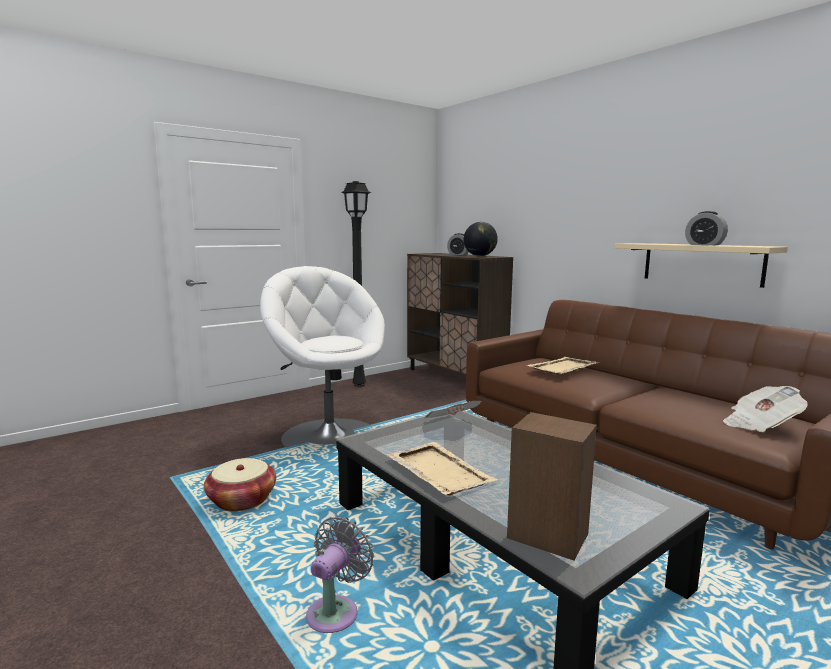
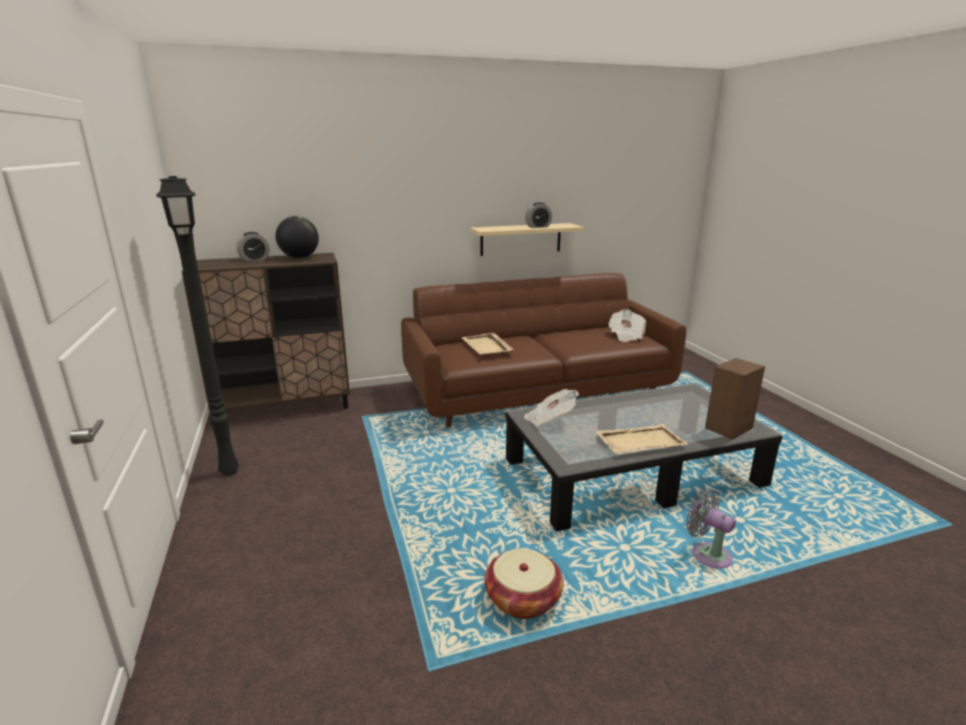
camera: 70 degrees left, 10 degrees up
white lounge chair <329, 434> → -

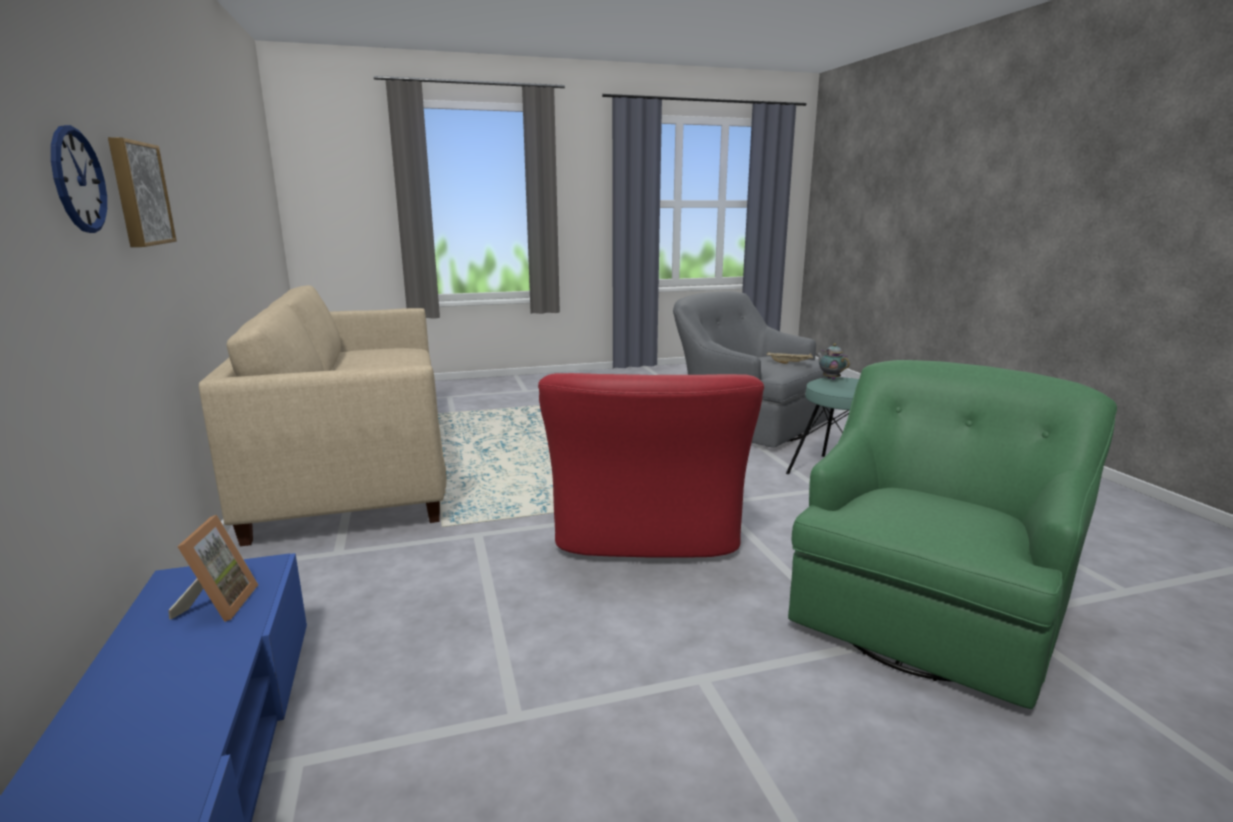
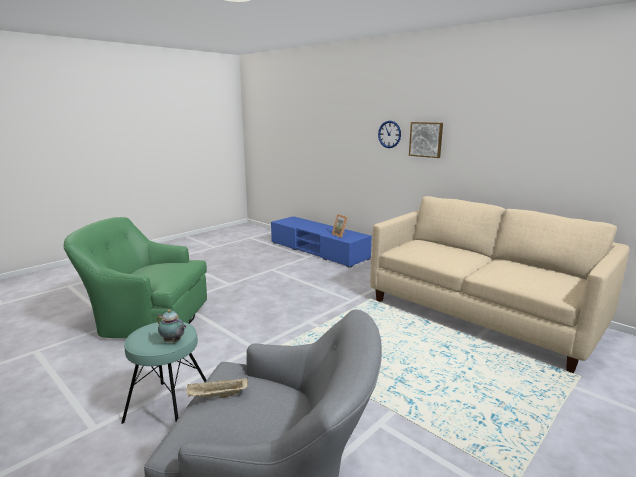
camera: 150 degrees right, 0 degrees up
green lounge chair <928, 610> → green lounge chair <146, 318>, 90 degrees clockwise
red-coloured lounge chair <646, 534> → -

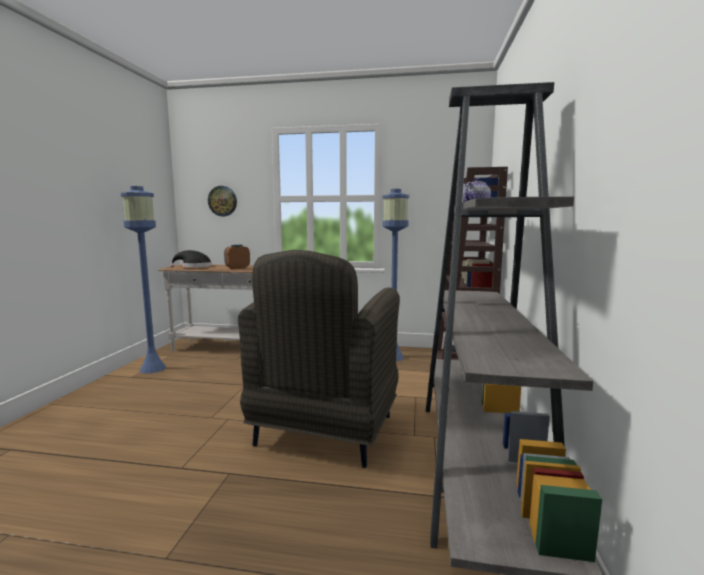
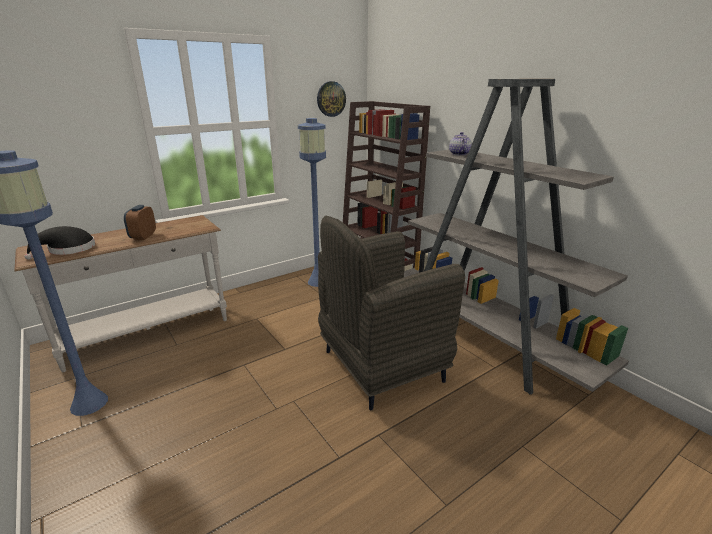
camera: 45 degrees left, 15 degrees up
hanging clock <222, 201> → hanging clock <331, 99>, relocated
gray lounge chair <324, 432> → gray lounge chair <380, 367>, 90 degrees clockwise

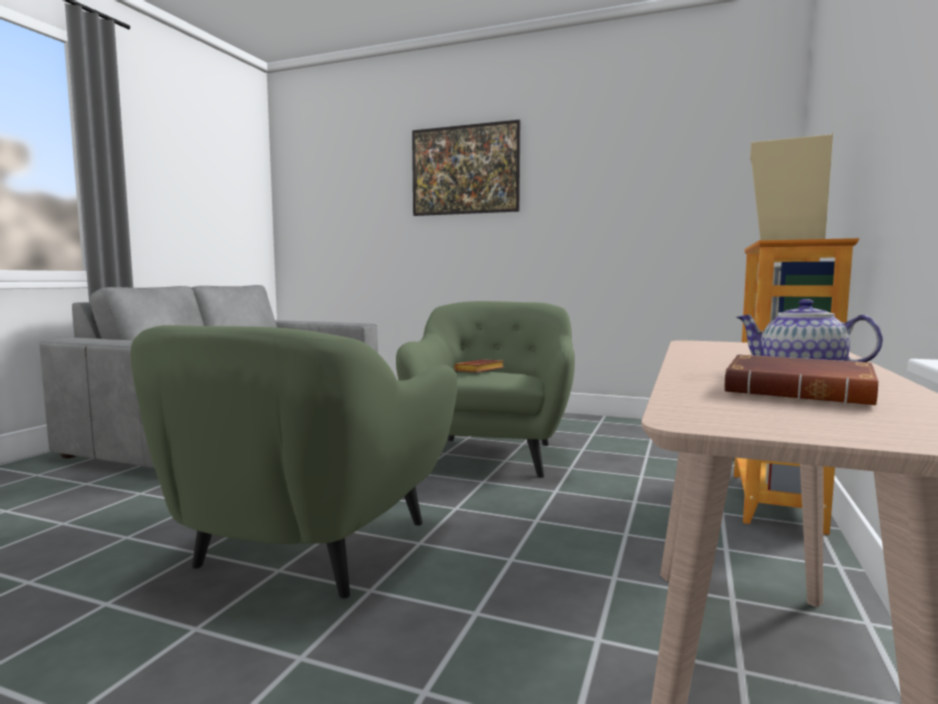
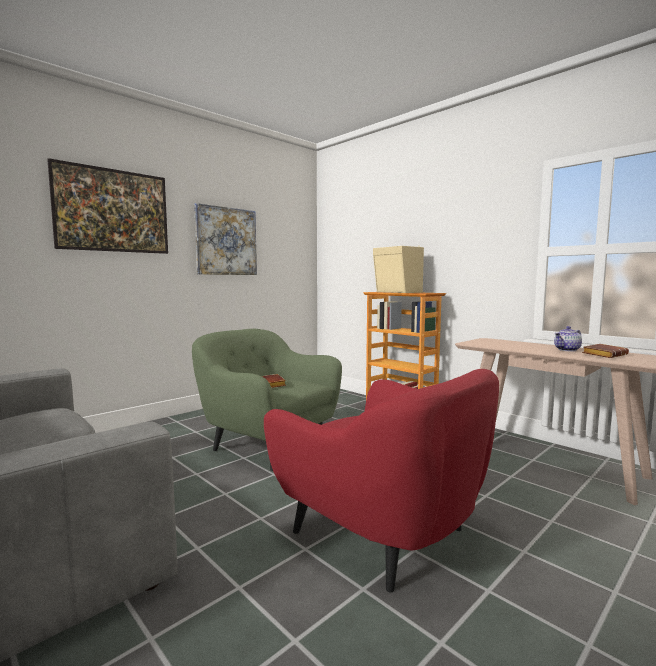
camera: 65 degrees left, 0 degrees up
green lounge chair <311, 547> → red-coloured lounge chair <382, 533>
- → wall picture <226, 241>

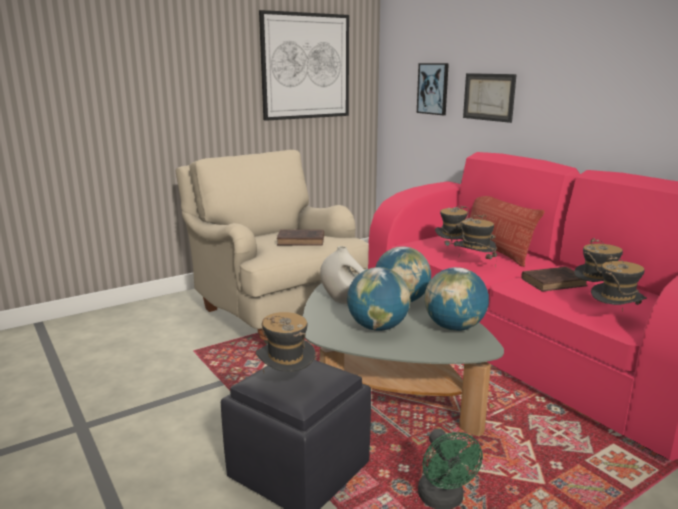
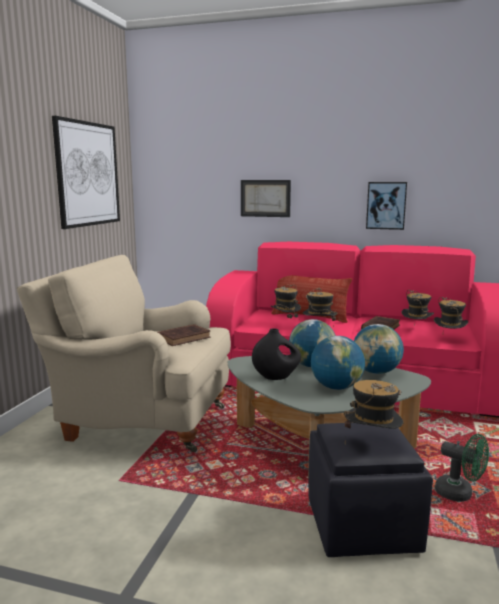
camera: 40 degrees left, 5 degrees down
wall picture <433, 88> → wall picture <386, 205>, relocated
white decorative vase <345, 300> → black decorative vase <276, 377>

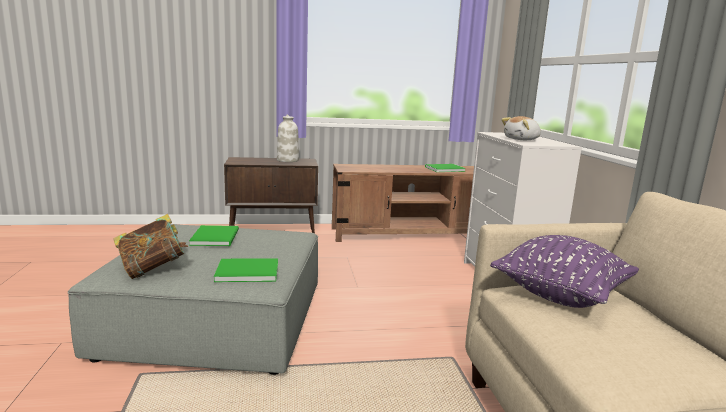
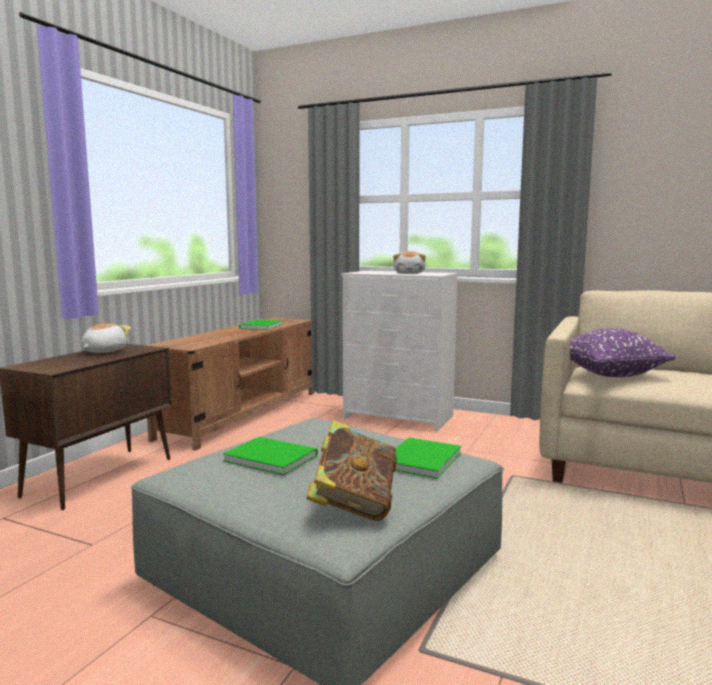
camera: 55 degrees left, 5 degrees down
white decorative vase <287, 160> → soft toy <103, 351>

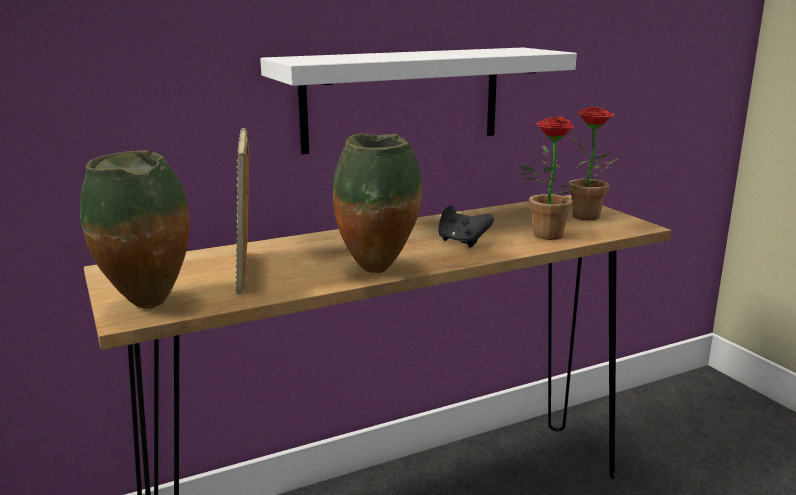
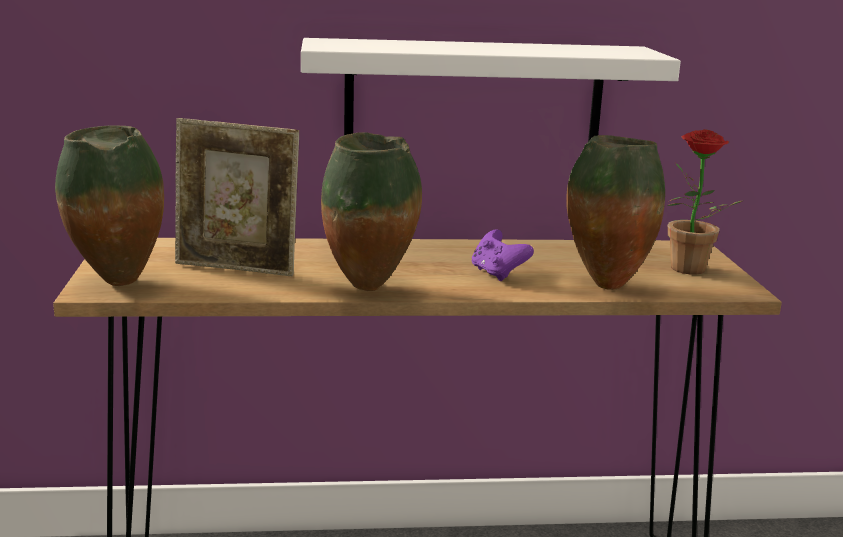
camera: 20 degrees right, 0 degrees up
plant in a pot <546, 237> → decorative vase <605, 284>
picture frame <246, 273> → picture frame <237, 268>, 90 degrees counterclockwise
black game controller <462, 242> → purple game controller <497, 274>

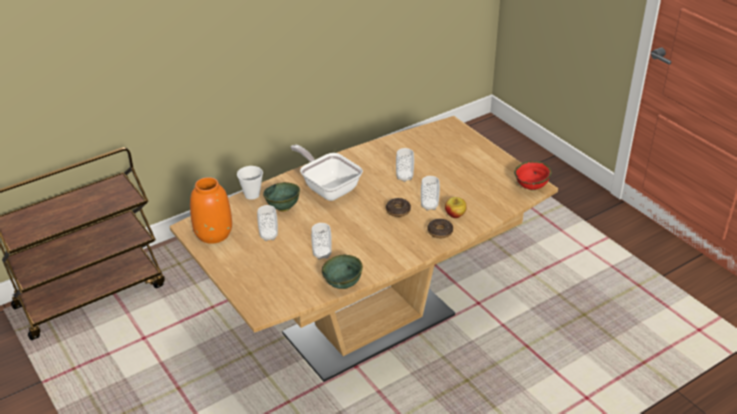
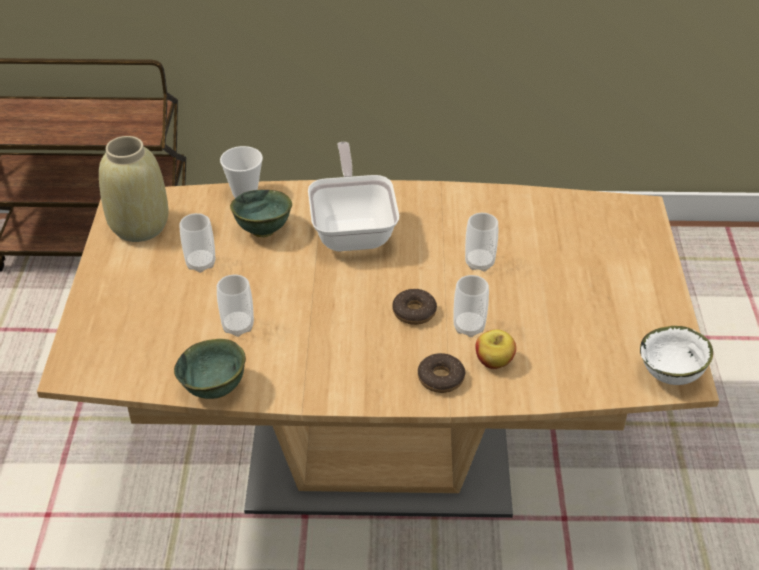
camera: 35 degrees right, 5 degrees up
red-coloured serving bowl <532, 187> → white serving bowl <671, 377>
orange-coloured decorative vase <213, 233> → sand-coloured decorative vase <140, 226>

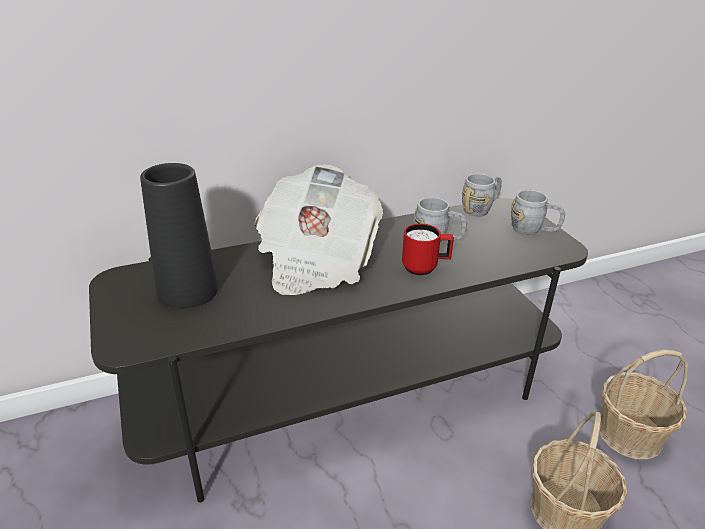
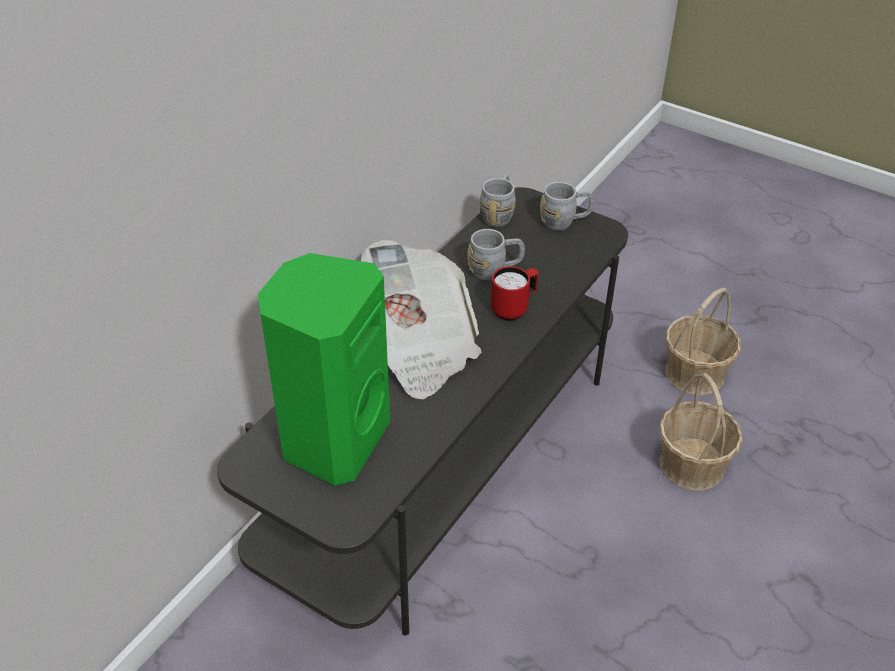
camera: 35 degrees left, 10 degrees up
black decorative vase <187, 290> → green speaker <332, 440>

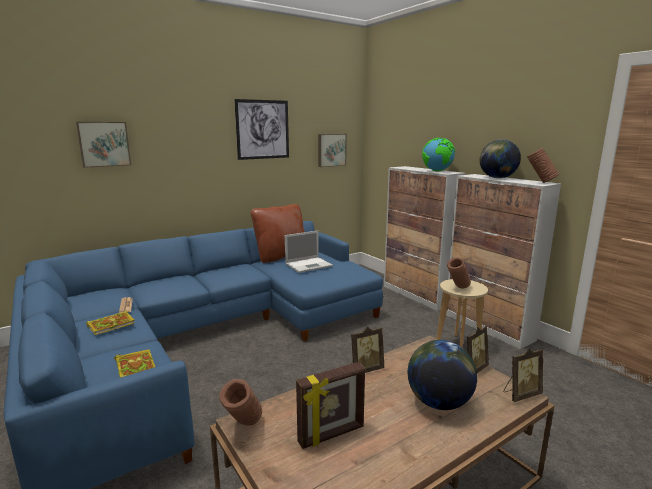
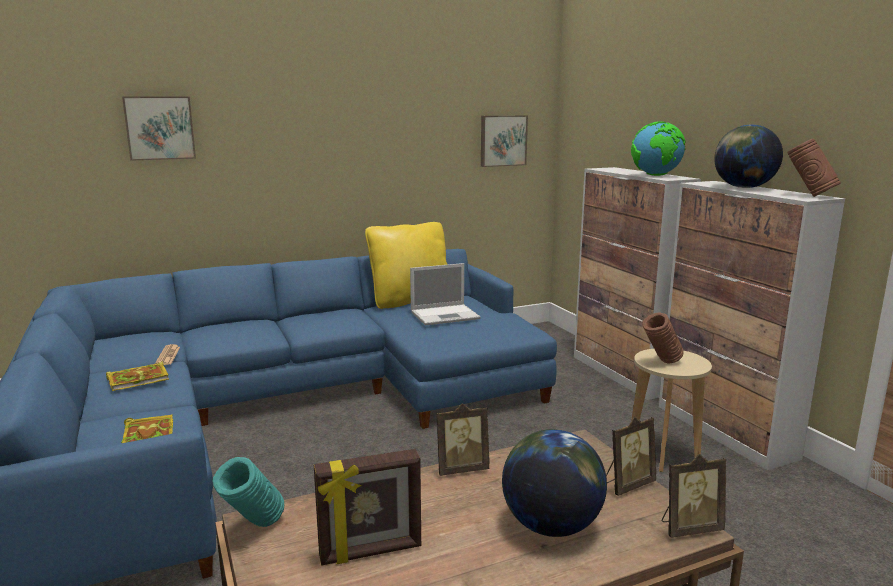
camera: 10 degrees right, 0 degrees up
wall picture <262, 129> → -
brown-coloured cushion <281, 256> → yellow-coloured cushion <410, 301>
brown-coloured decorative vase <243, 428> → blue-green decorative vase <254, 529>

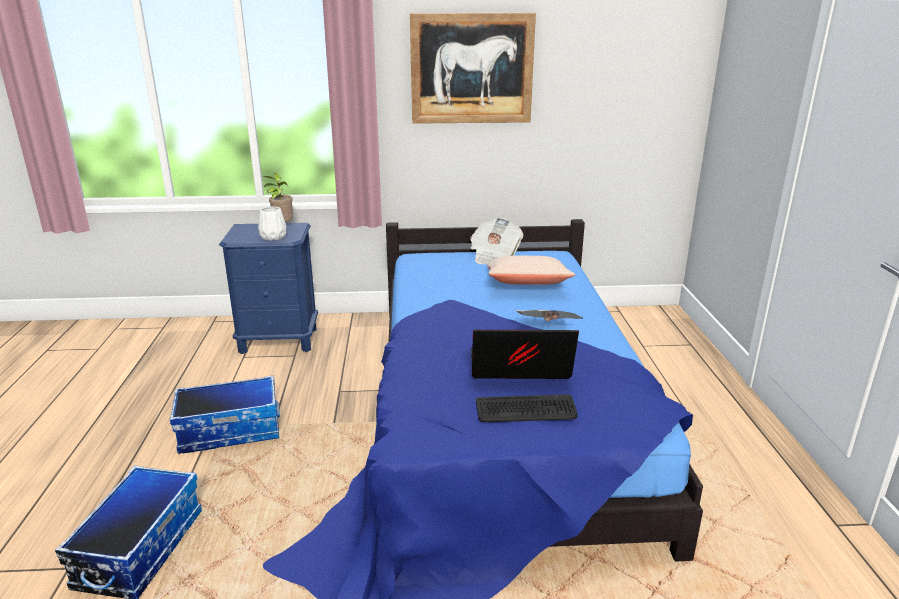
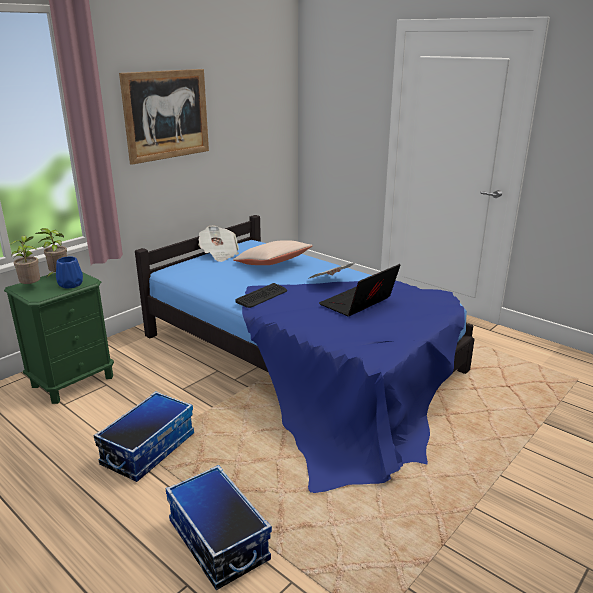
camera: 45 degrees left, 0 degrees up
white decorative vase <273, 237> → blue-coloured decorative vase <70, 284>
blue-coloured night table <279, 340> → green night table <73, 381>
PC keyboard <526, 410> → PC keyboard <262, 296>, relocated
- → plant in a pot <32, 287>

